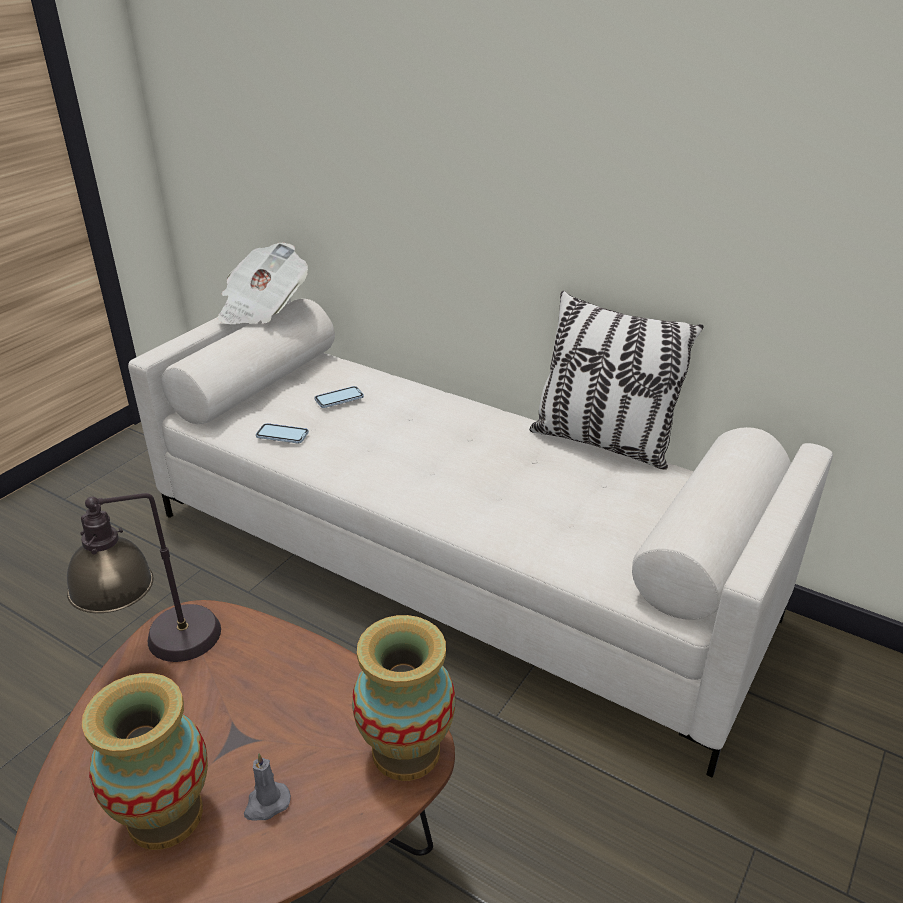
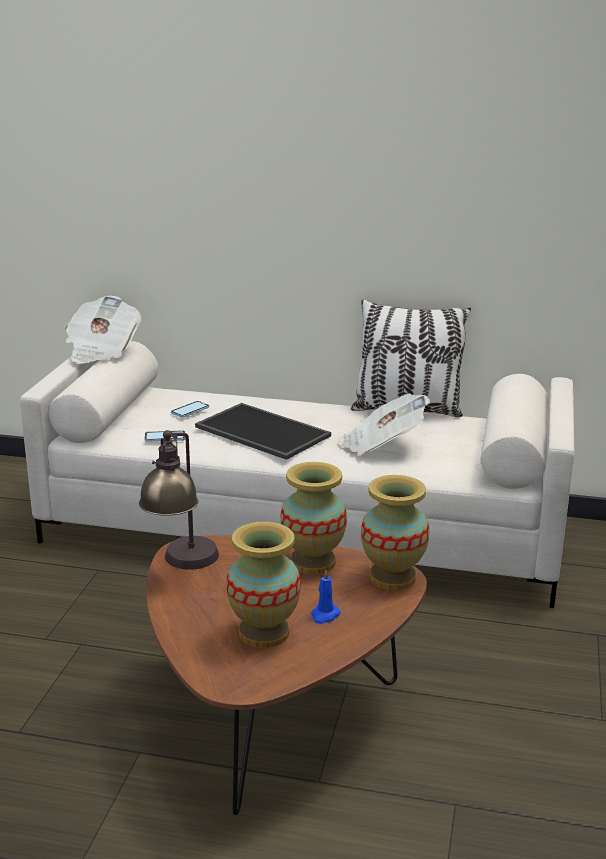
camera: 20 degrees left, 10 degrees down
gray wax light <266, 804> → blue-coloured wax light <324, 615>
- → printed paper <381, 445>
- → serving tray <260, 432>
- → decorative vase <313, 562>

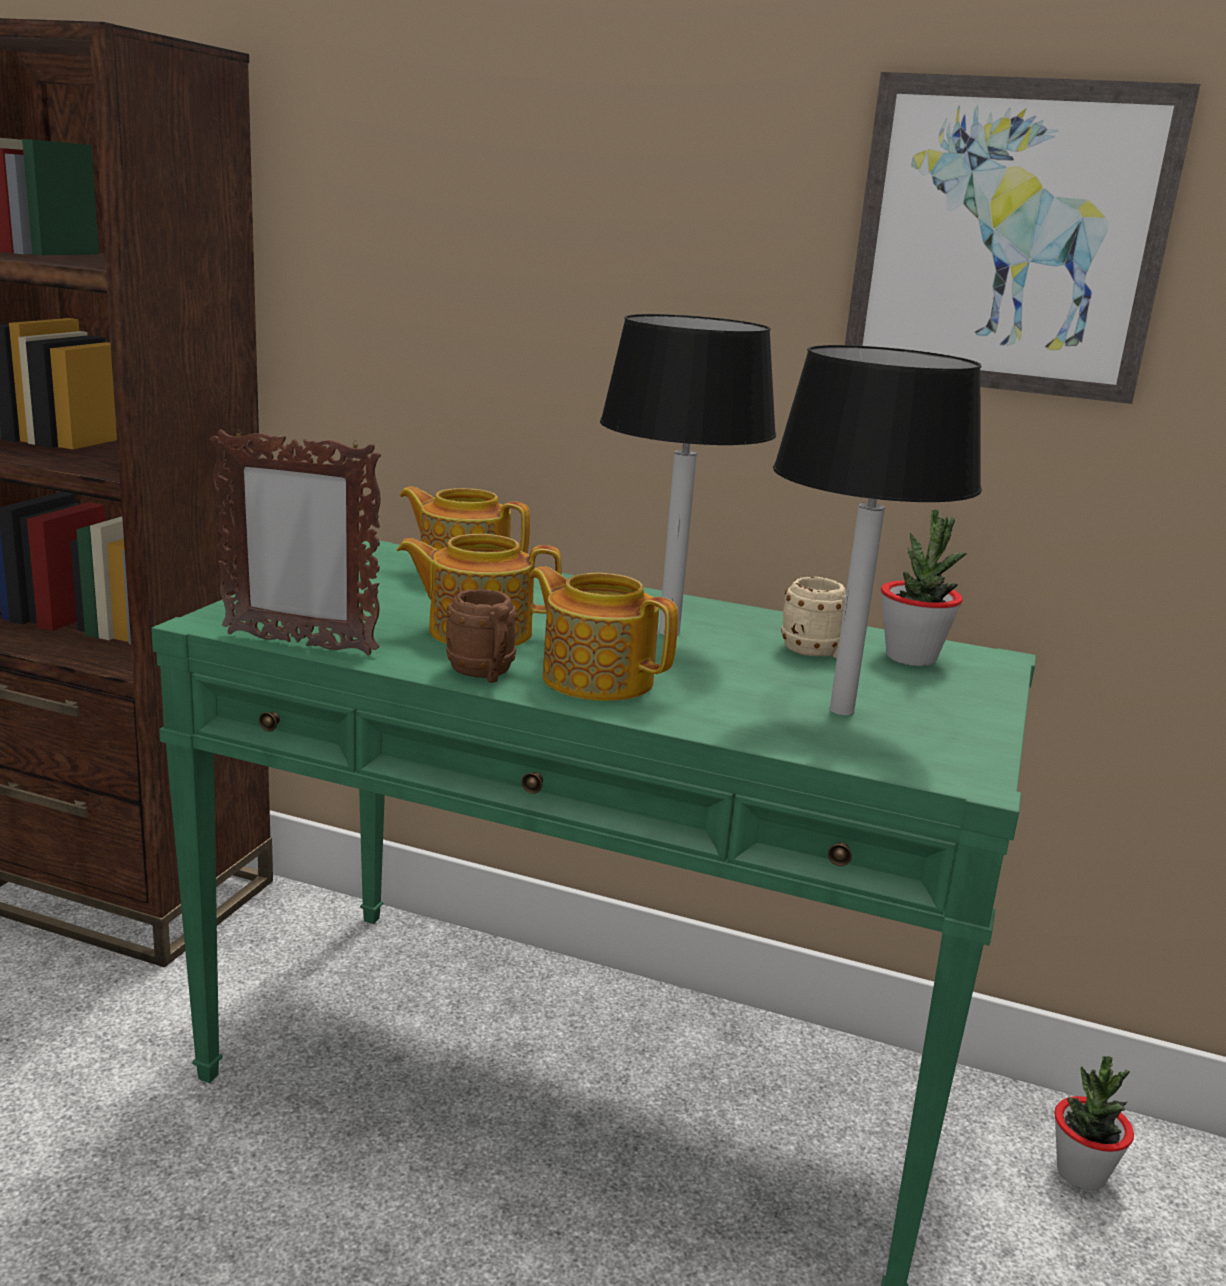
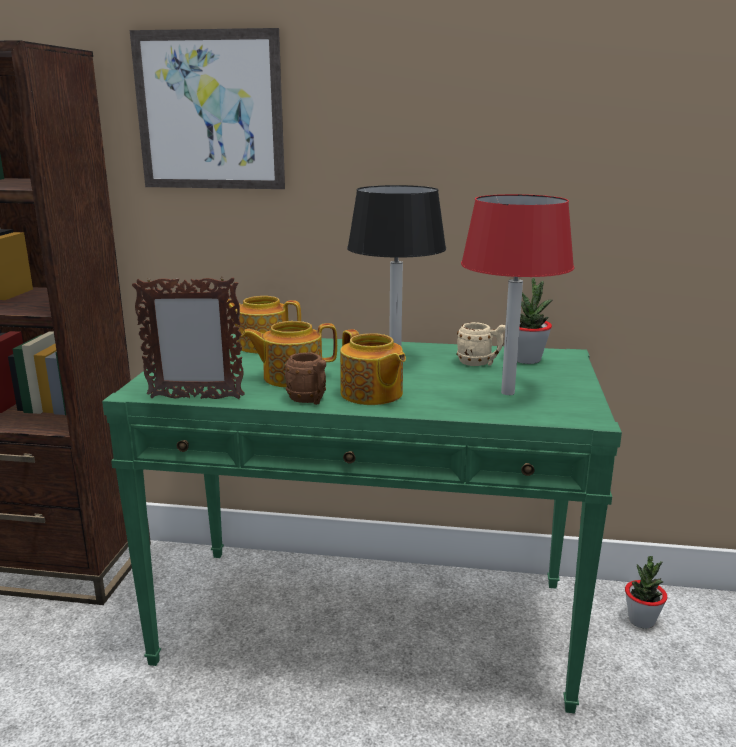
camera: 10 degrees left, 0 degrees up
wall picture <1007, 238> → wall picture <209, 111>, relocated
black lamp for a table <842, 711> → red-coloured lamp for a table <508, 393>
pot for tea <596, 678> → pot for tea <371, 394>, 150 degrees counterclockwise

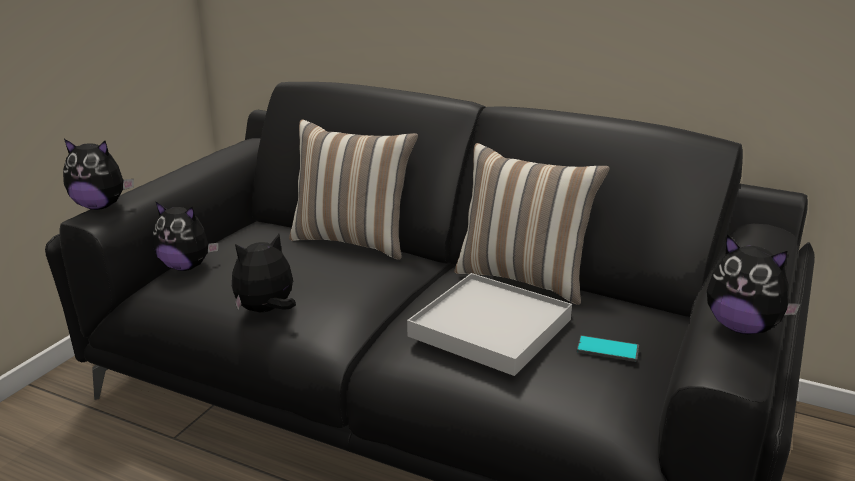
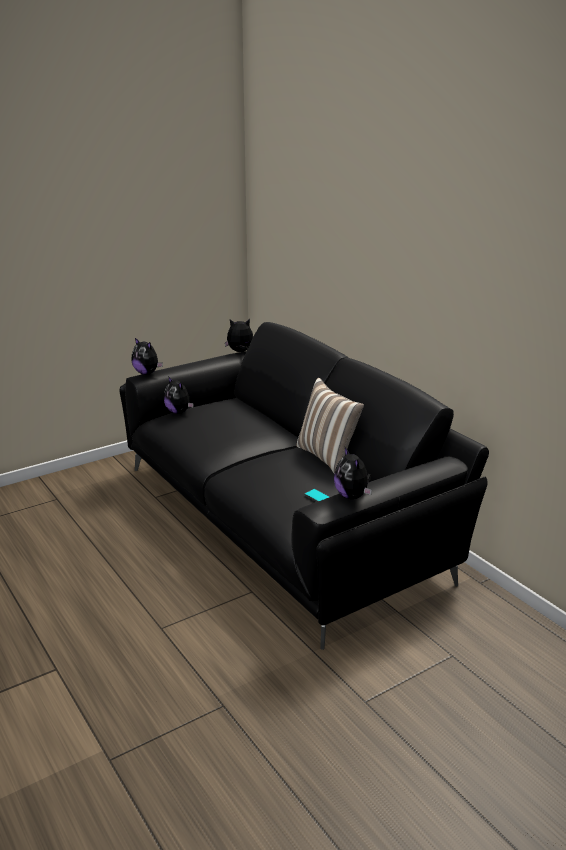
camera: 30 degrees right, 0 degrees up
cushion <353, 240> → -
soft toy <266, 311> → soft toy <240, 352>, relocated
white serving tray <490, 327> → -

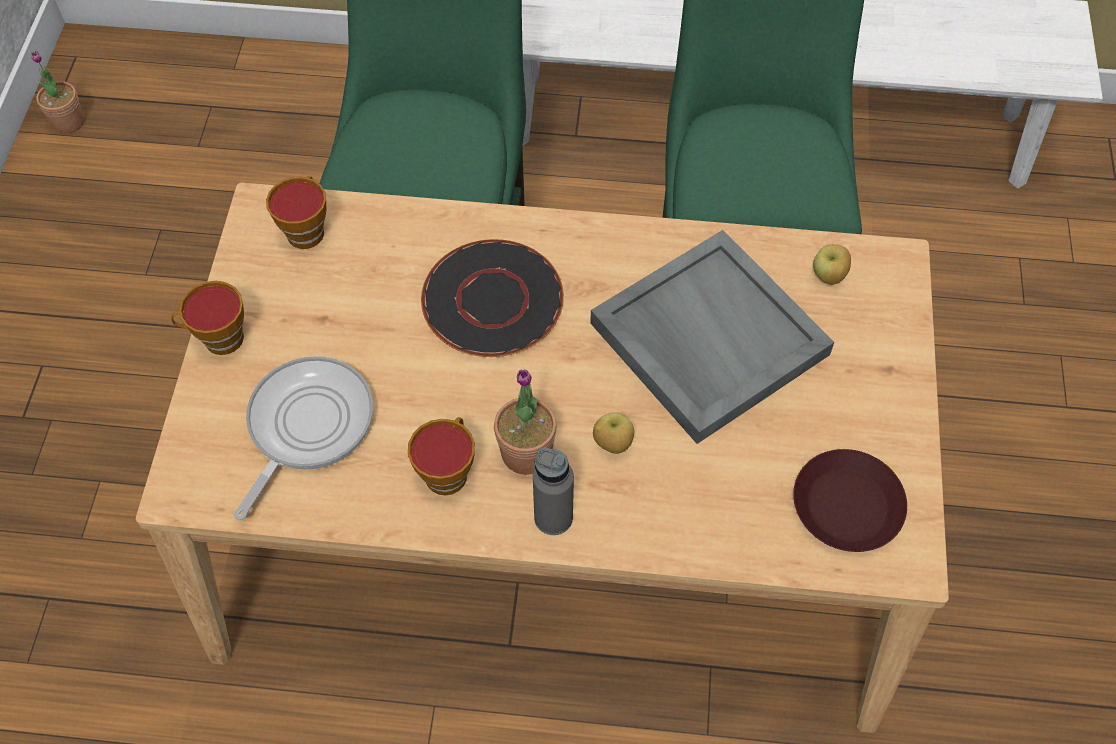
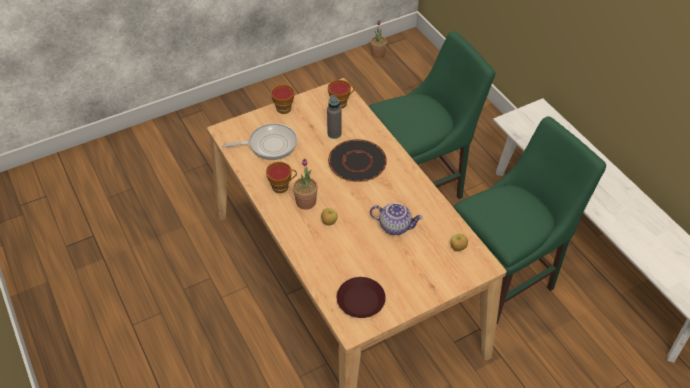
camera: 55 degrees right, 10 degrees down
gray serving tray <706, 338> → pot for tea <395, 226>
gray bottle <553, 517> → gray bottle <334, 134>, relocated

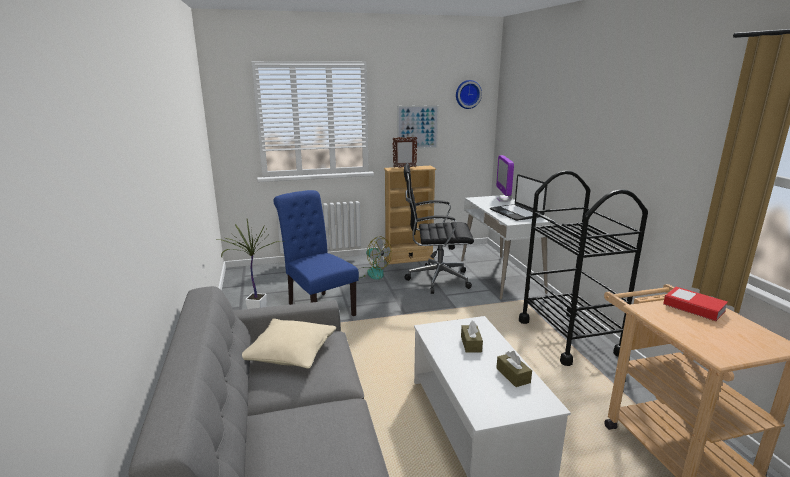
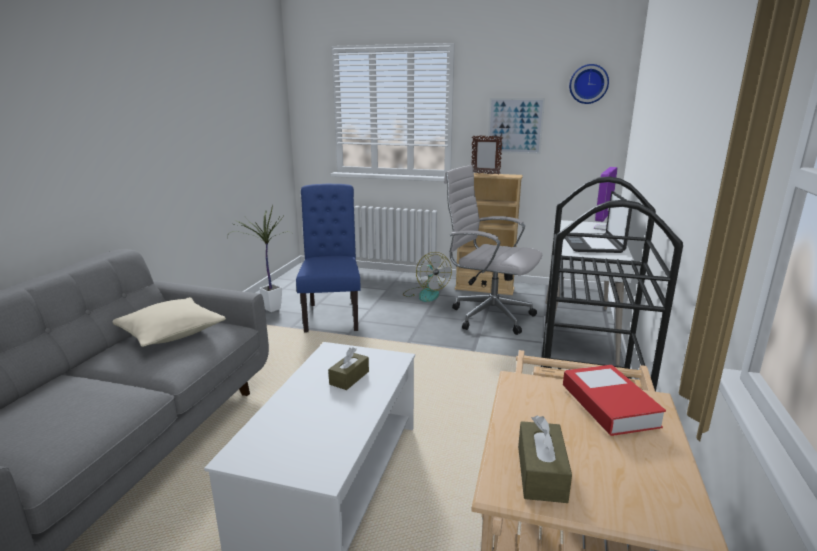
camera: 30 degrees right, 0 degrees up
black office chair <435, 279> → white office chair <488, 316>
brown-coloured box of tissues <513, 375> → brown-coloured box of tissues <541, 473>, relocated

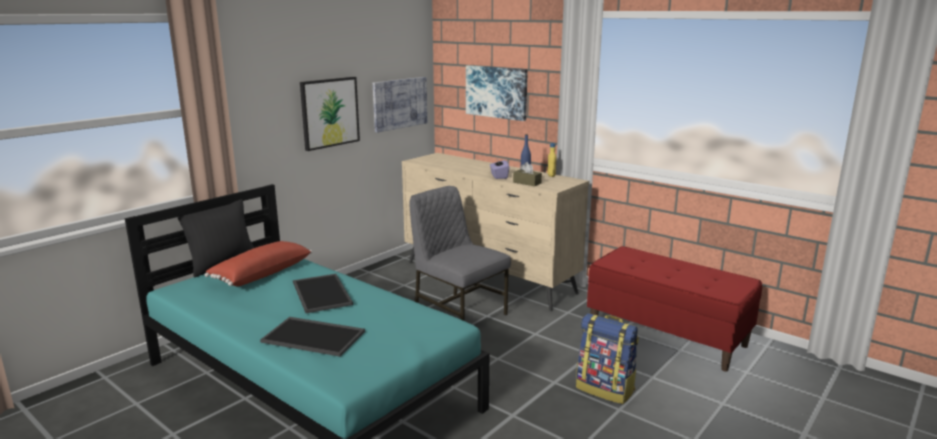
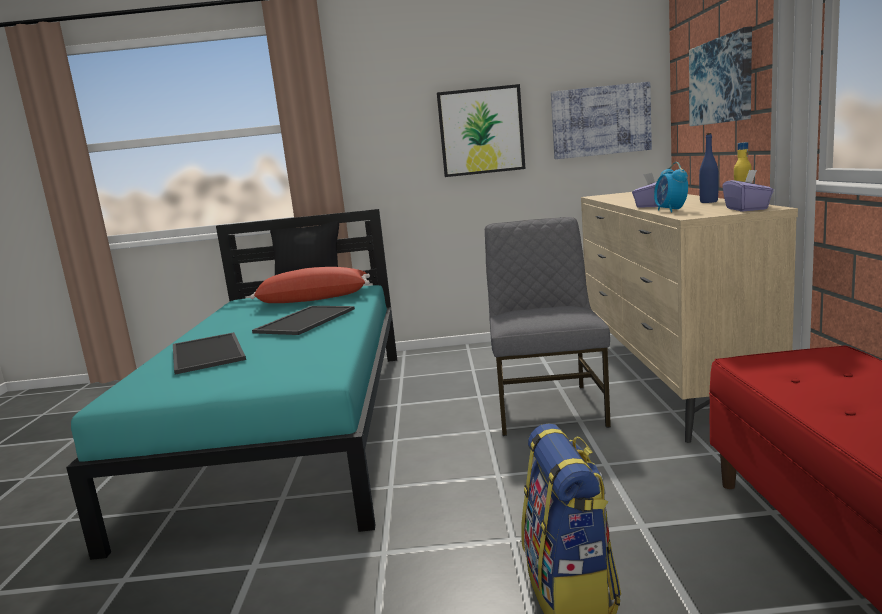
camera: 50 degrees right, 5 degrees down
brown-coloured box of tissues <527, 183> → bedside clock <670, 210>
- → purple box of tissues <747, 209>

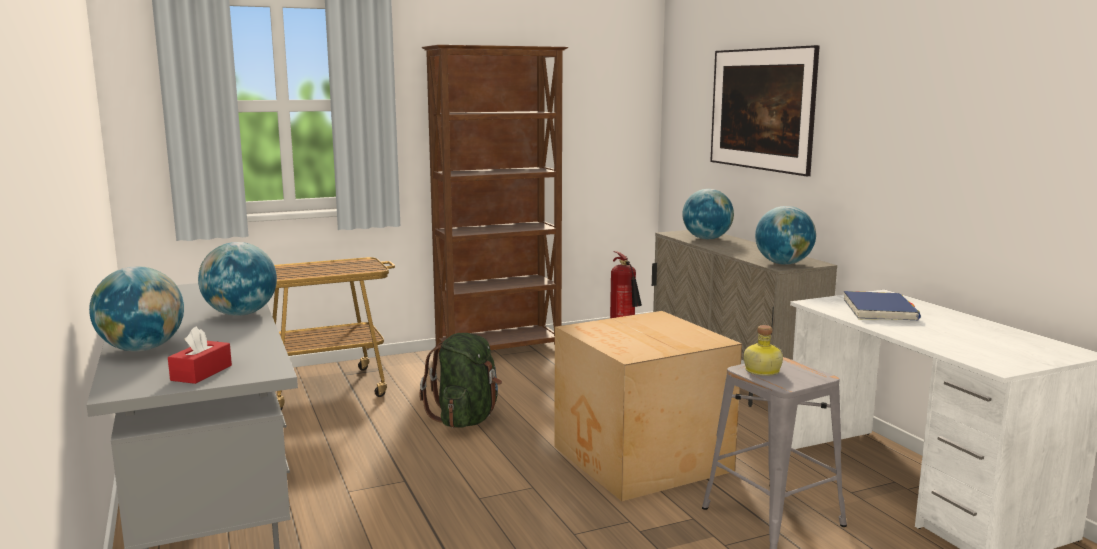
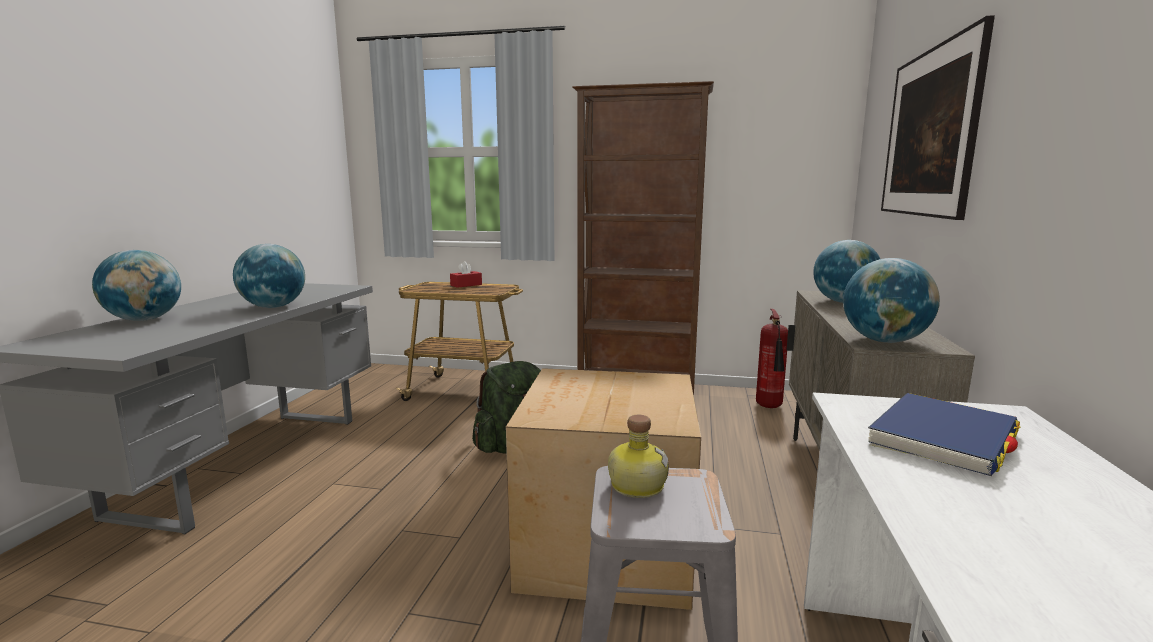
camera: 35 degrees right, 0 degrees up
red-coloured box of tissues <201, 373> → red-coloured box of tissues <466, 285>, relocated

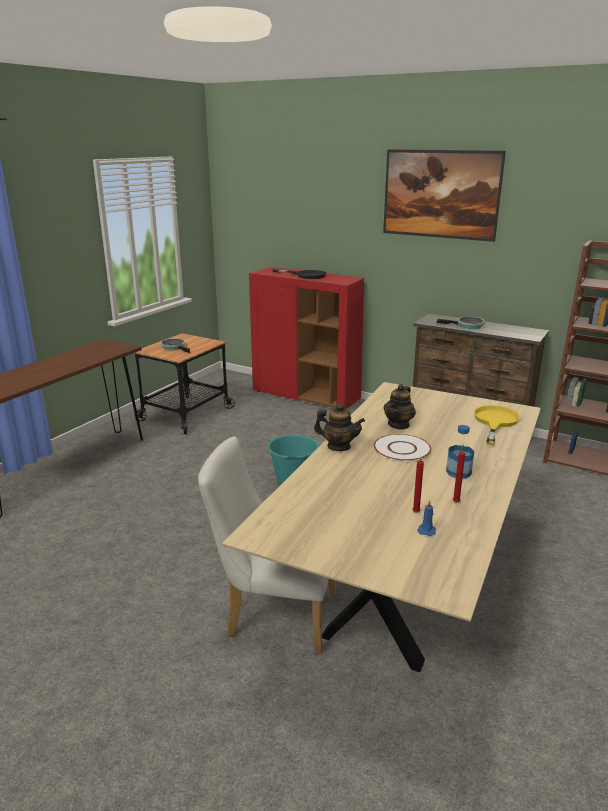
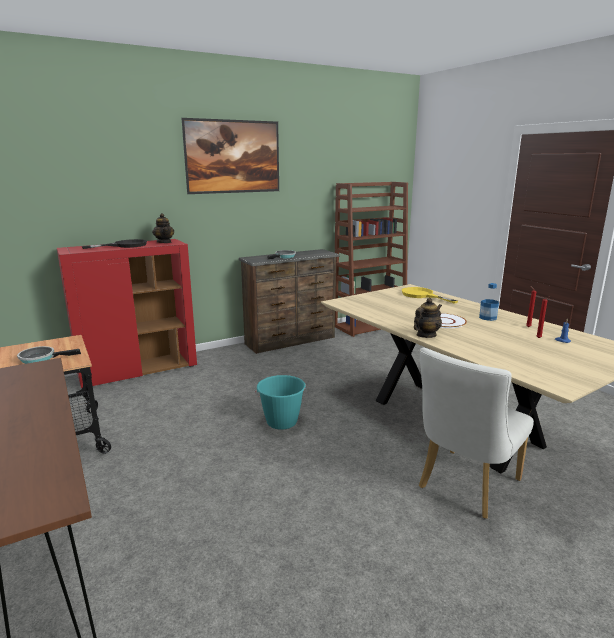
camera: 60 degrees left, 5 degrees down
pot for tea <399, 424> → pot for tea <164, 242>, relocated

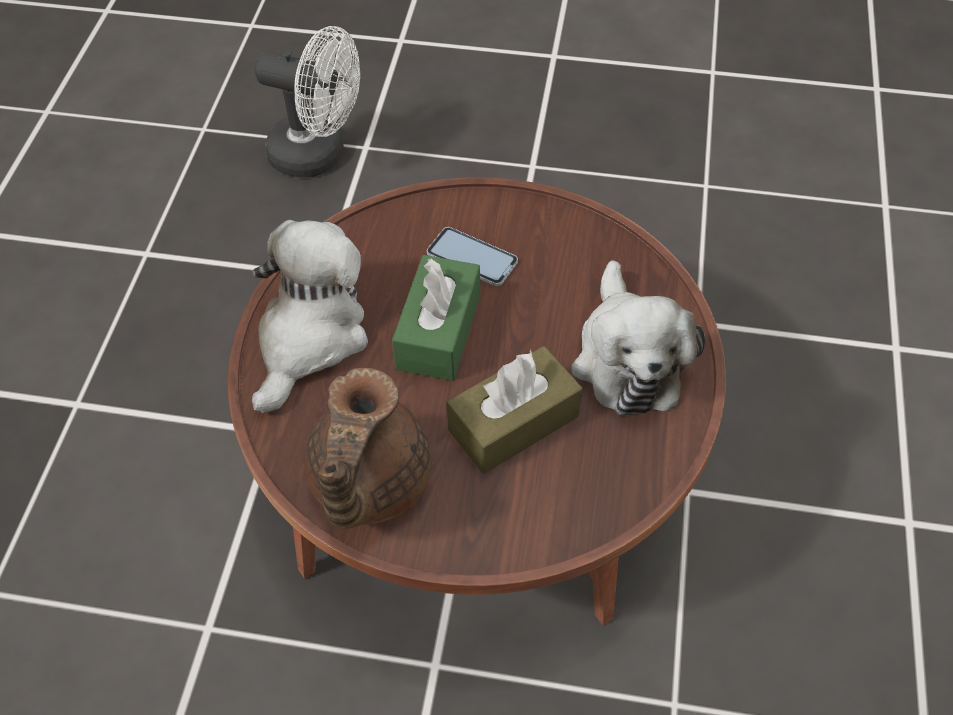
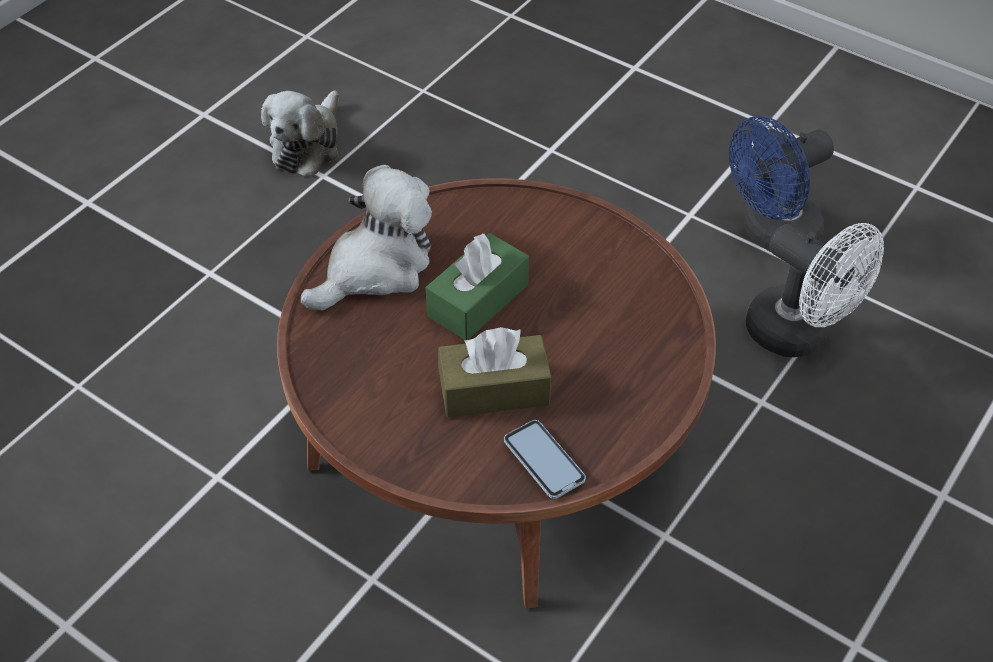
camera: 25 degrees right, 5 degrees down
white electric fan <319, 155> → white electric fan <799, 335>, relocated
telephone <472, 258> → telephone <544, 460>, relocated
soft toy <627, 358> → soft toy <308, 145>, relocated
brown-coloured pot for tea <367, 484> → -
- → blue-coloured electric fan <771, 234>

